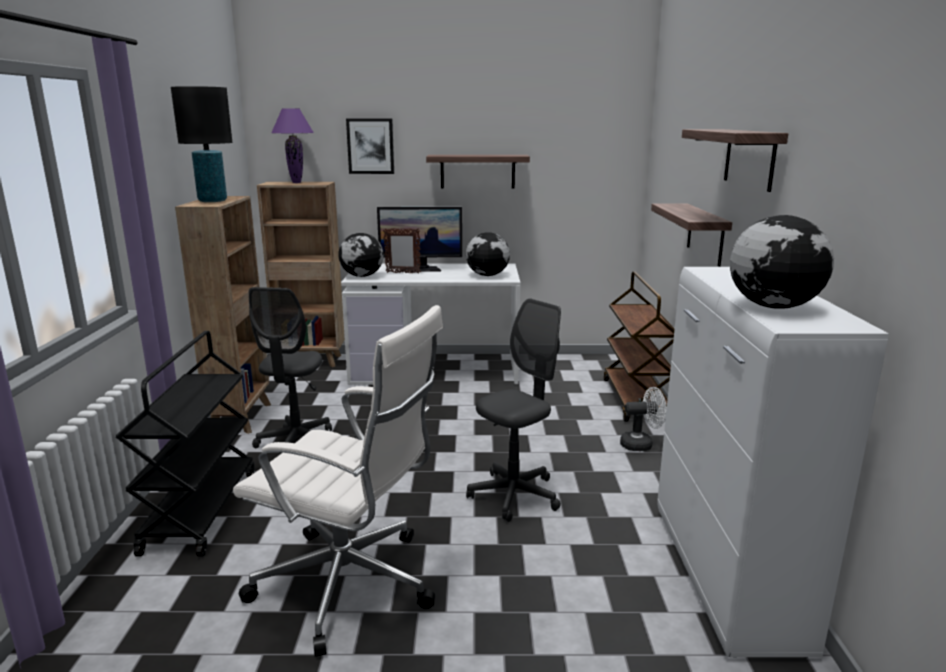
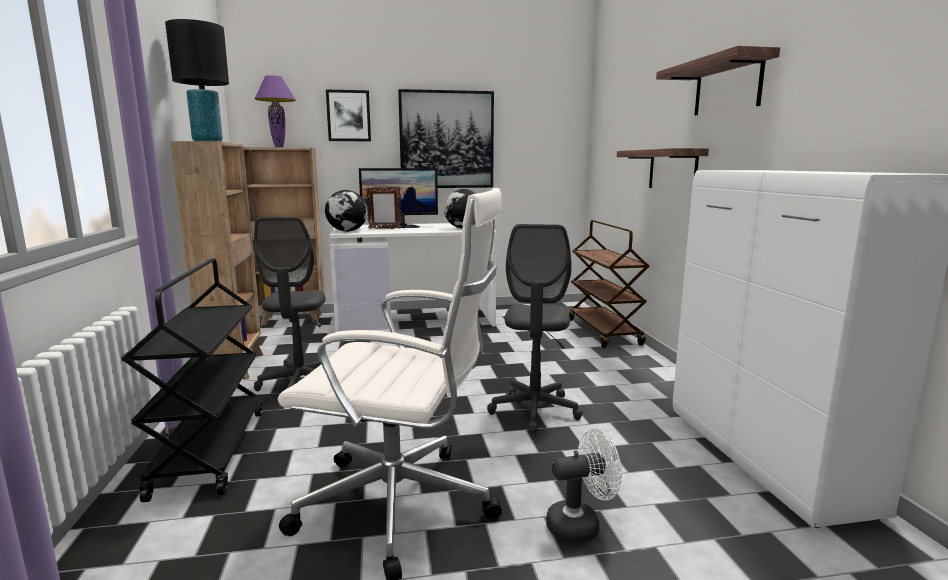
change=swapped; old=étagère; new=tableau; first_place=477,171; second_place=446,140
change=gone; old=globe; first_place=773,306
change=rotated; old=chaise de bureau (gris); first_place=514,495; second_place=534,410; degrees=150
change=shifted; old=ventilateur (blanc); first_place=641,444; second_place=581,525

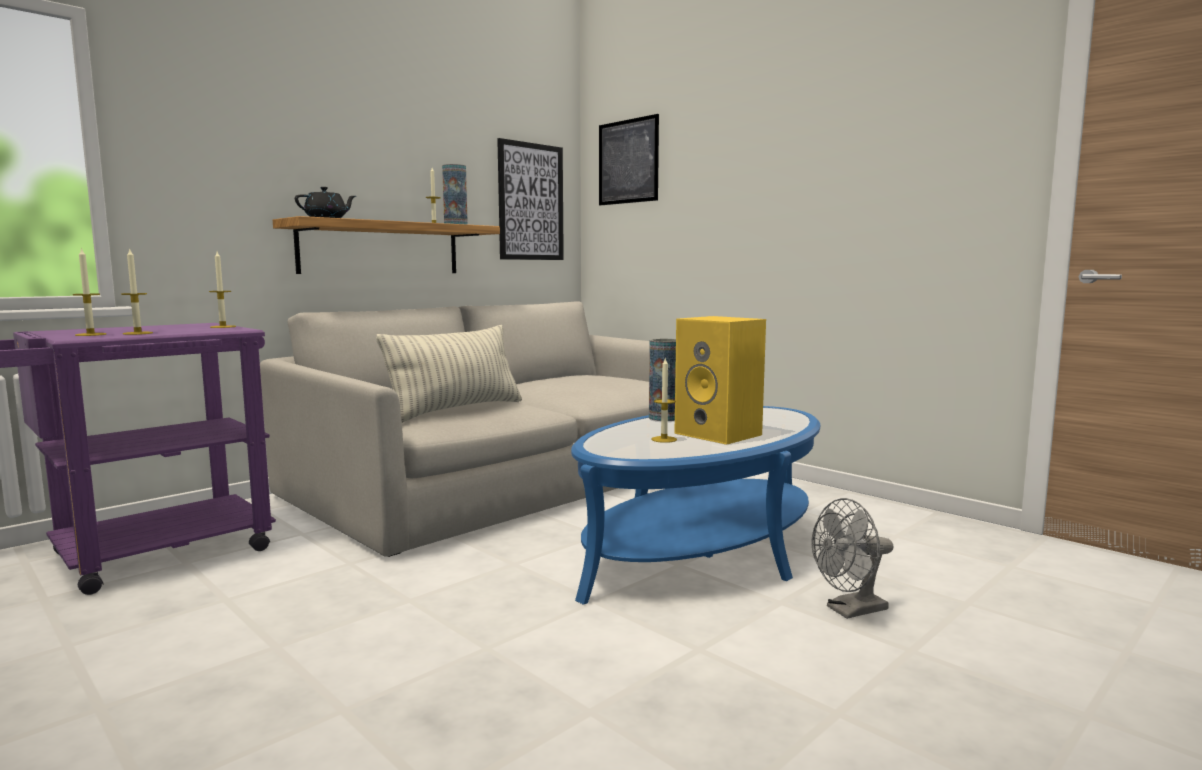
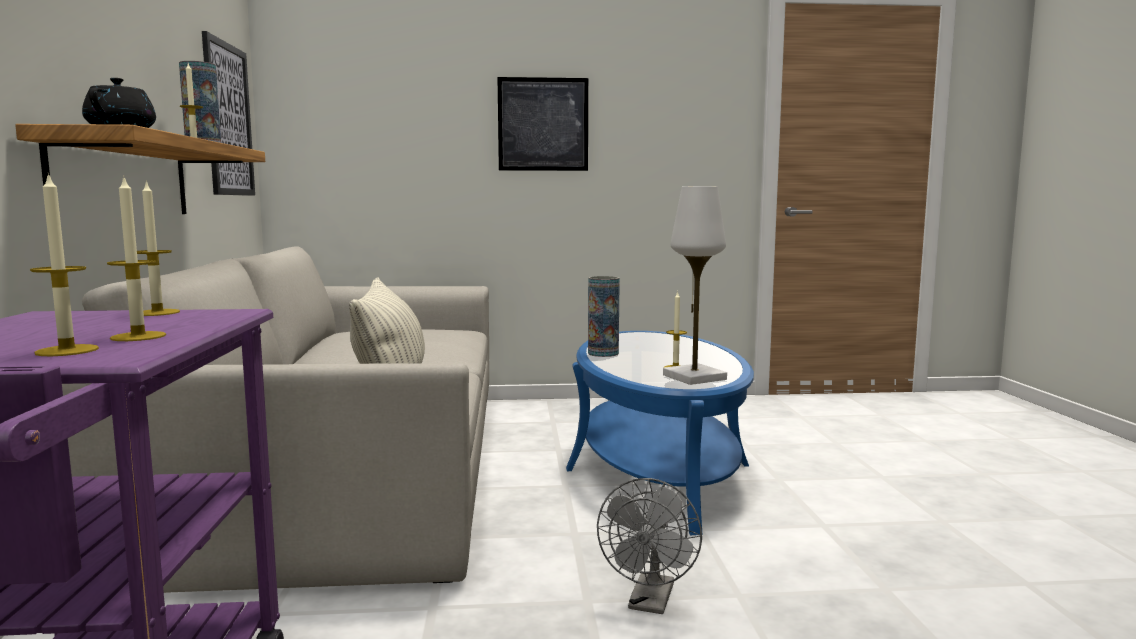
change=shifted; old=tableau; first_place=628,161; second_place=543,124
change=gone; old=enceinte (jaune); first_place=720,434
change=shifted; old=ventilateur (gris); first_place=850,611; second_place=650,603
change=new; new=lampe de table (blanc); second_place=694,377

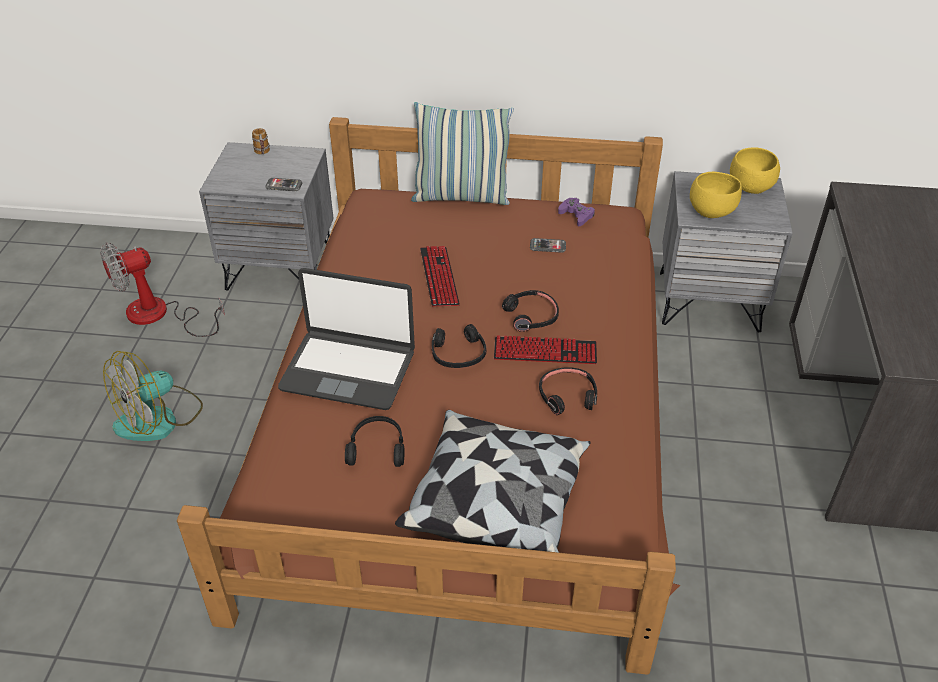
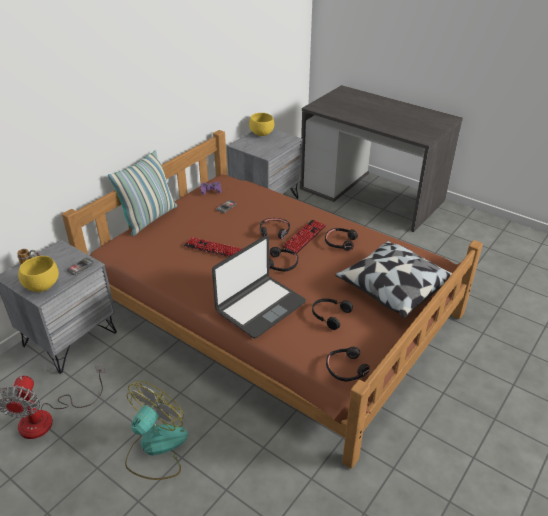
change=shifted; old=bol (jaune); first_place=711,212; second_place=41,286
change=rotated; old=ventilateur; first_place=159,418; second_place=156,448; degrees=-135
change=new; new=casque audio (noir); second_place=346,369

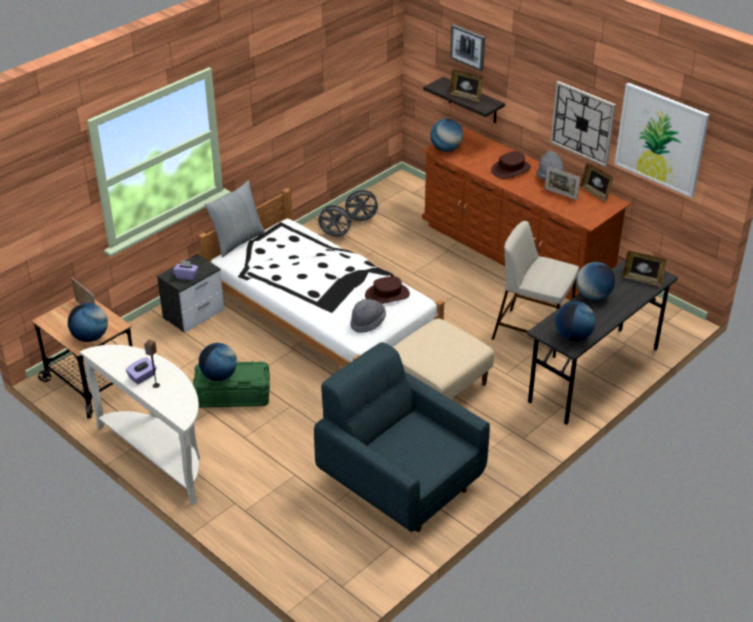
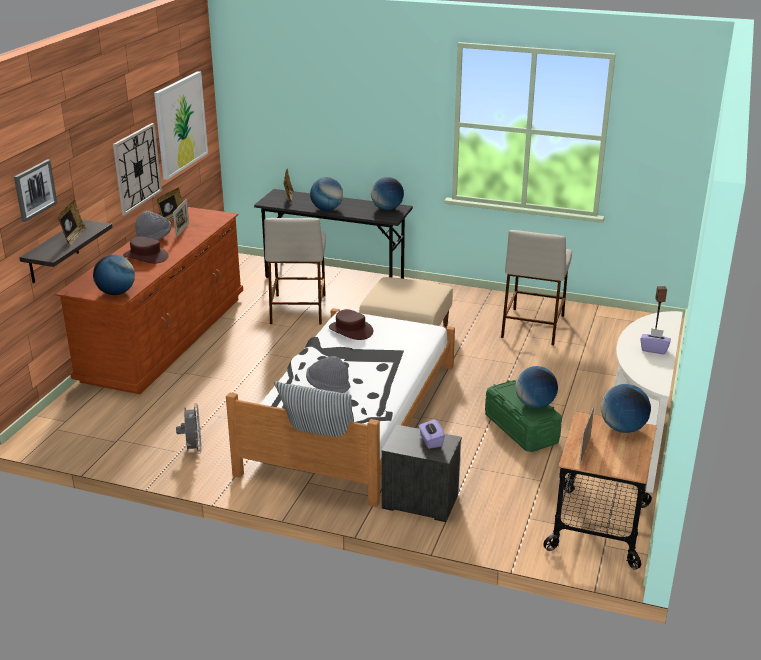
change=gone; old=ventilateur (gris); first_place=361,220
change=shifted; old=chapeau (gris); first_place=368,323; second_place=328,386
change=swapped; old=fauteuil (bleu); new=tabouret (beige); first_place=399,482; second_place=532,326

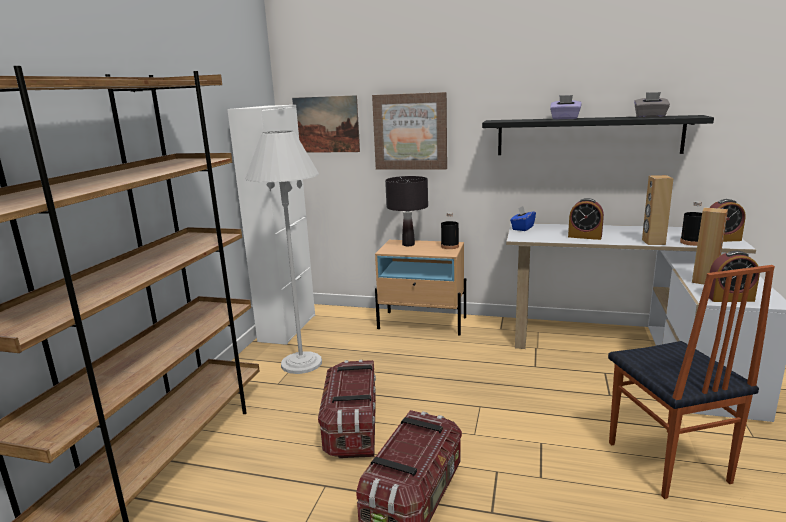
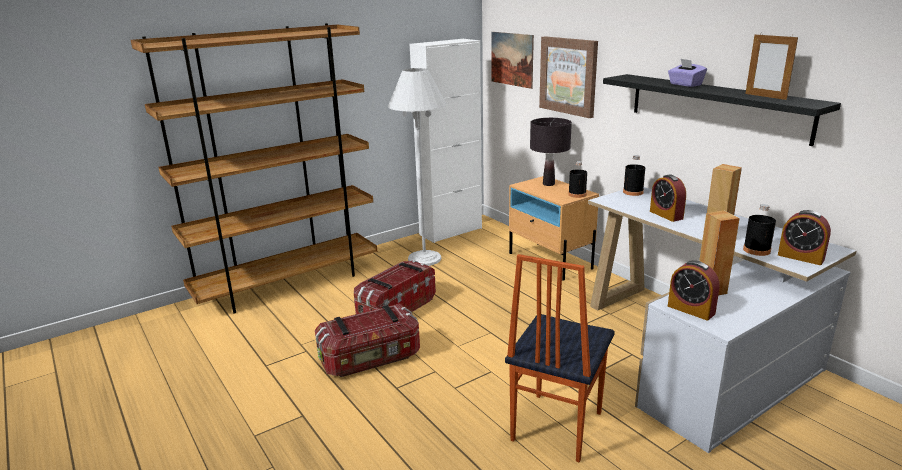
change=swapped; old=boîte à mouchoirs (gris); new=cadre photo; first_place=650,117; second_place=765,96
change=swapped; old=boîte à mouchoirs (bleu); new=bouteille (noir); first_place=522,228; second_place=633,192

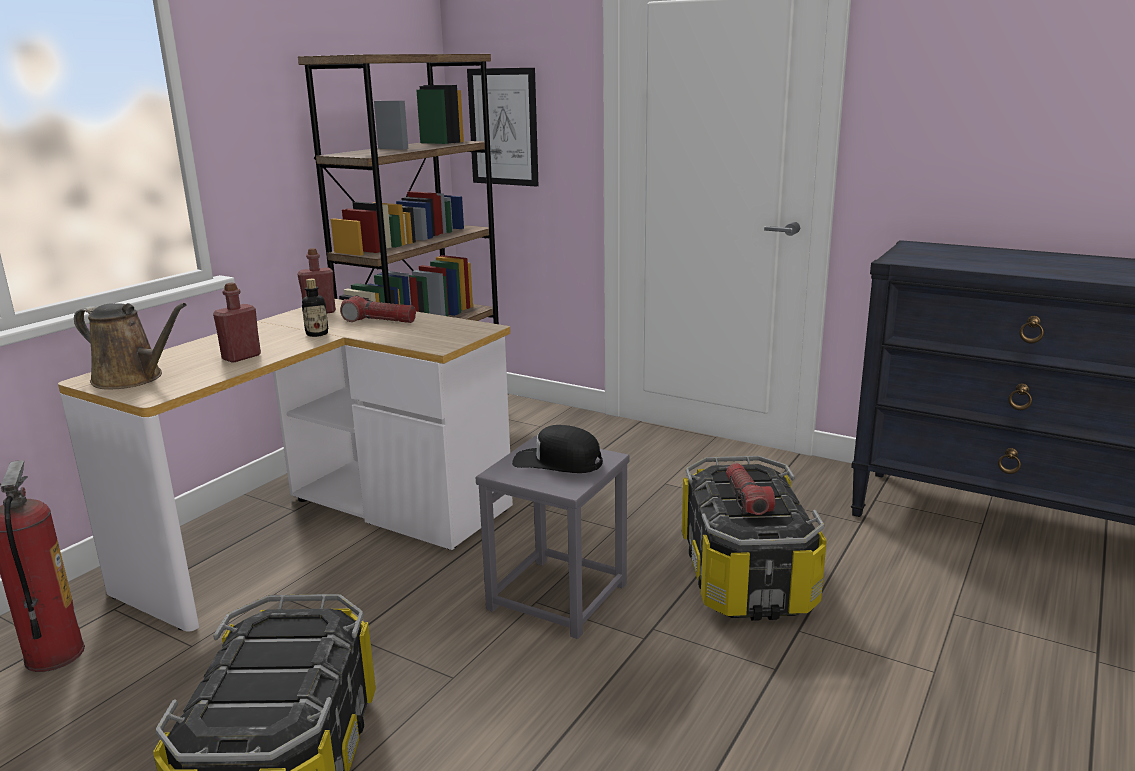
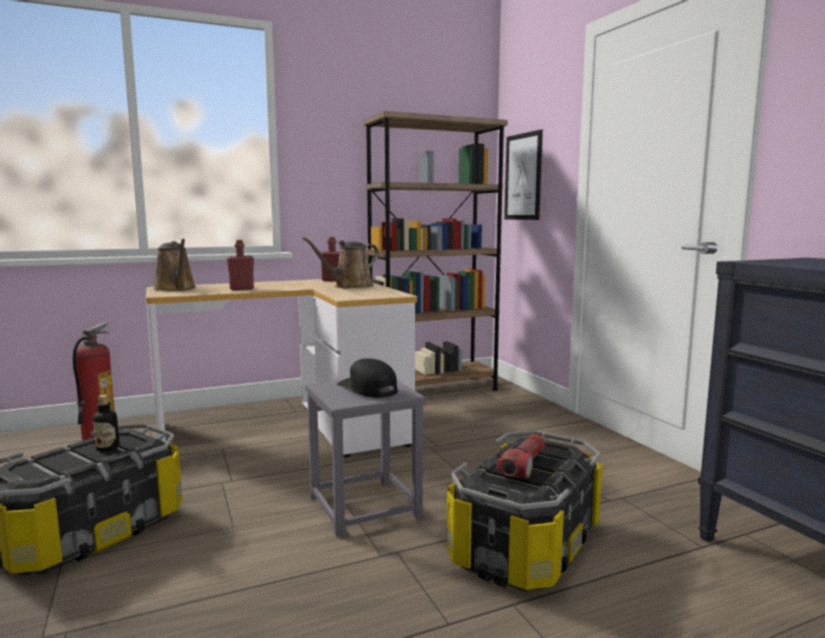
change=shifted; old=bouteille; first_place=317,334; second_place=108,448
change=swapped; old=lampe de poche; new=arrosoir (marron); first_place=379,321; second_place=350,286

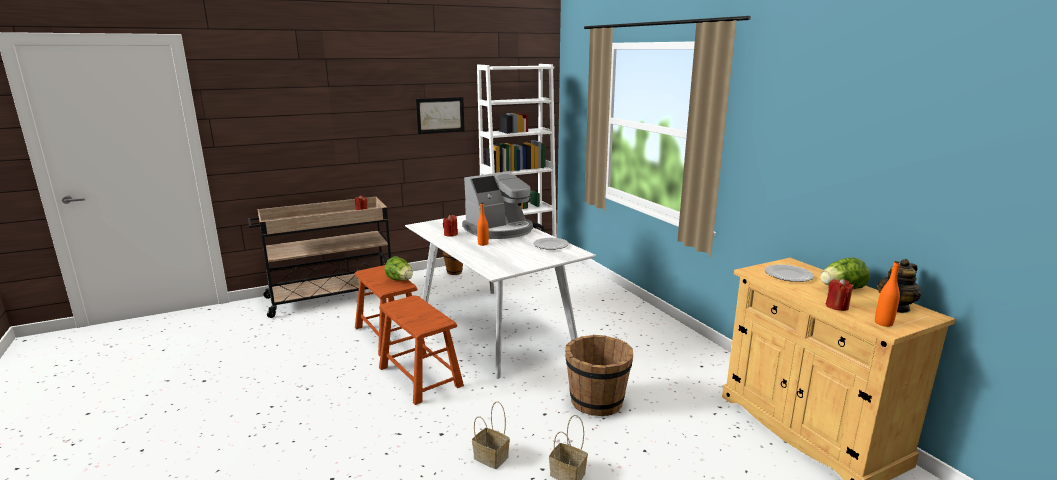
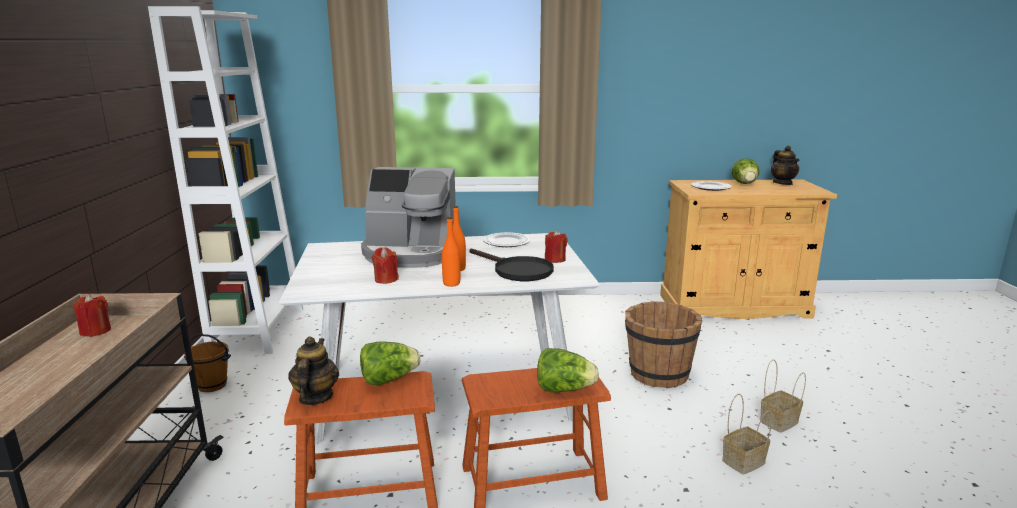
change=gone; old=tableau; first_place=440,115
change=rotated; old=machine à café; first_place=500,230; second_place=410,253; degrees=105
change=shifted; old=bouteille (orange); first_place=883,323; second_place=451,283
change=shifted; old=bougie (rouge); first_place=837,306; second_place=555,259
change=new; new=poêle (noir); second_place=516,270
change=new; new=théière; second_place=315,397
change=new; new=laitue; second_place=564,389

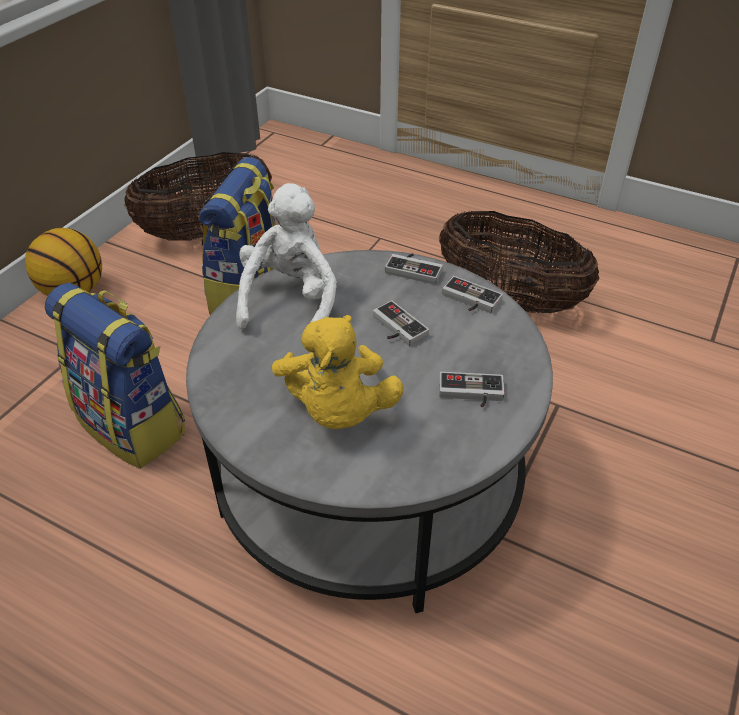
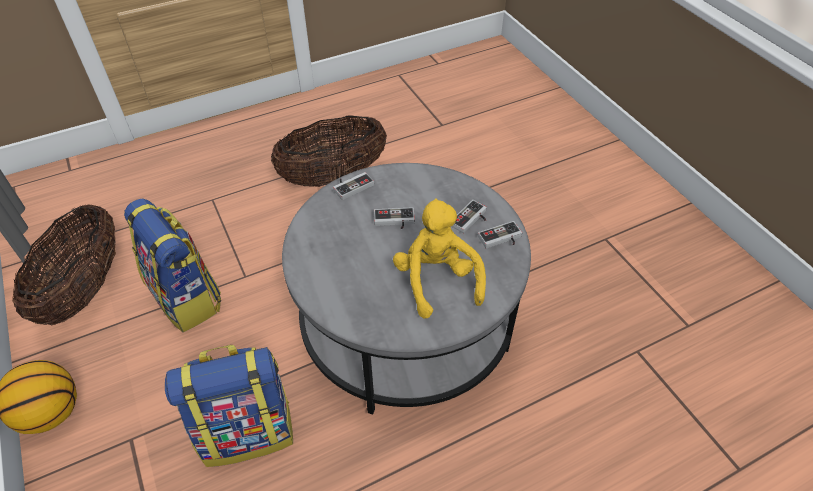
change=gone; old=peluche (blanc); first_place=290,300
change=shifted; old=manette; first_place=469,300; second_place=501,239
change=rotated; old=peluche (jaune); first_place=337,410; second_place=437,280; degrees=-135

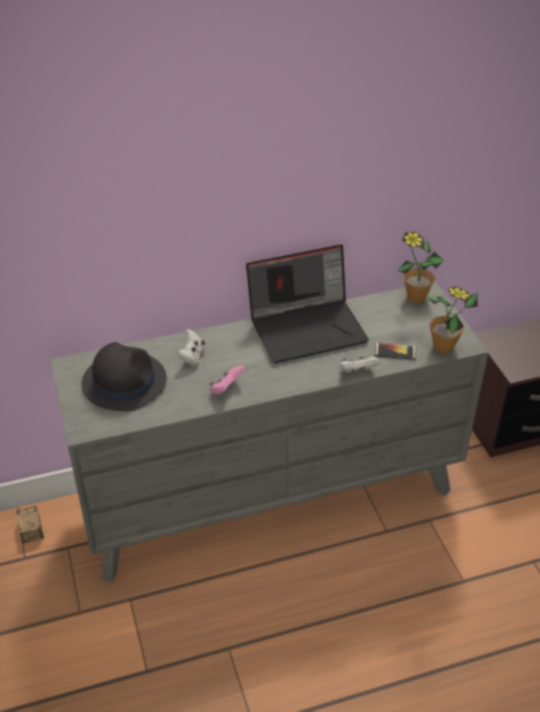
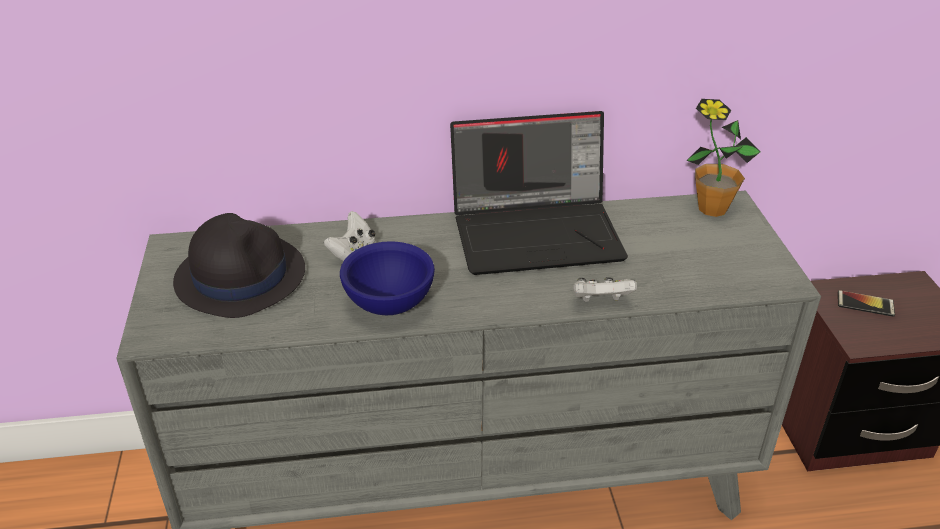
change=gone; old=plante en pot; first_place=443,347
change=shifted; old=téléphone; first_place=395,351; second_place=865,304
change=swapped; old=manette (rose); new=bol (bleu); first_place=227,388; second_place=389,303
change=gone; old=boîte de rangement; first_place=34,546

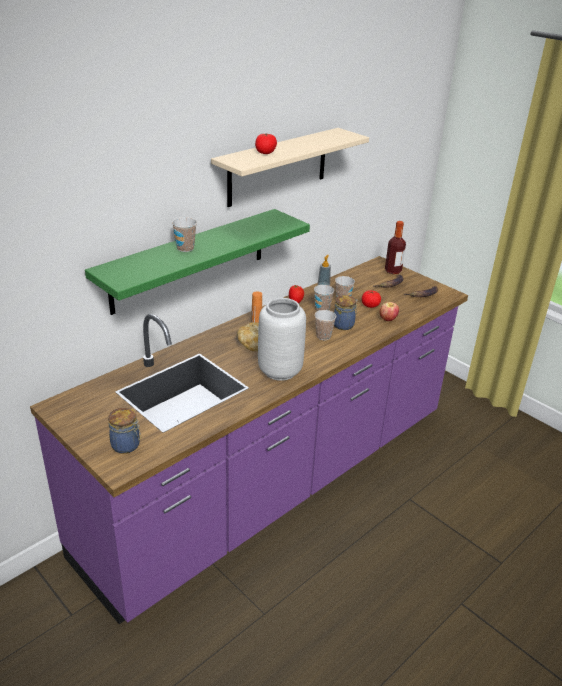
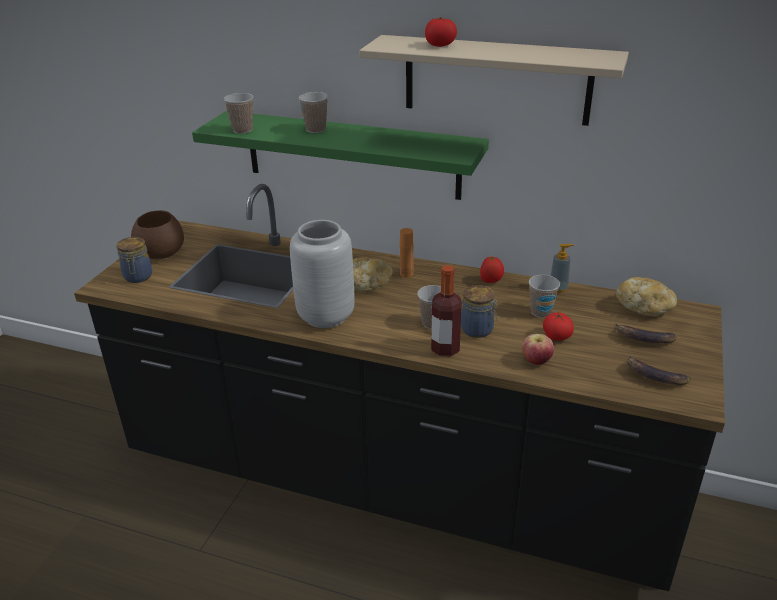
change=shifted; old=bouteille; first_place=393,271; second_place=445,349
change=repainted; old=comptoir de cuisine (violet); new=comptoir de cuisine (noir); first_place=274,483; second_place=392,482
change=shifted; old=tasse; first_place=322,310; second_place=242,130
change=new; new=bol (marron); second_place=161,252
change=new; new=pain; second_place=644,307

